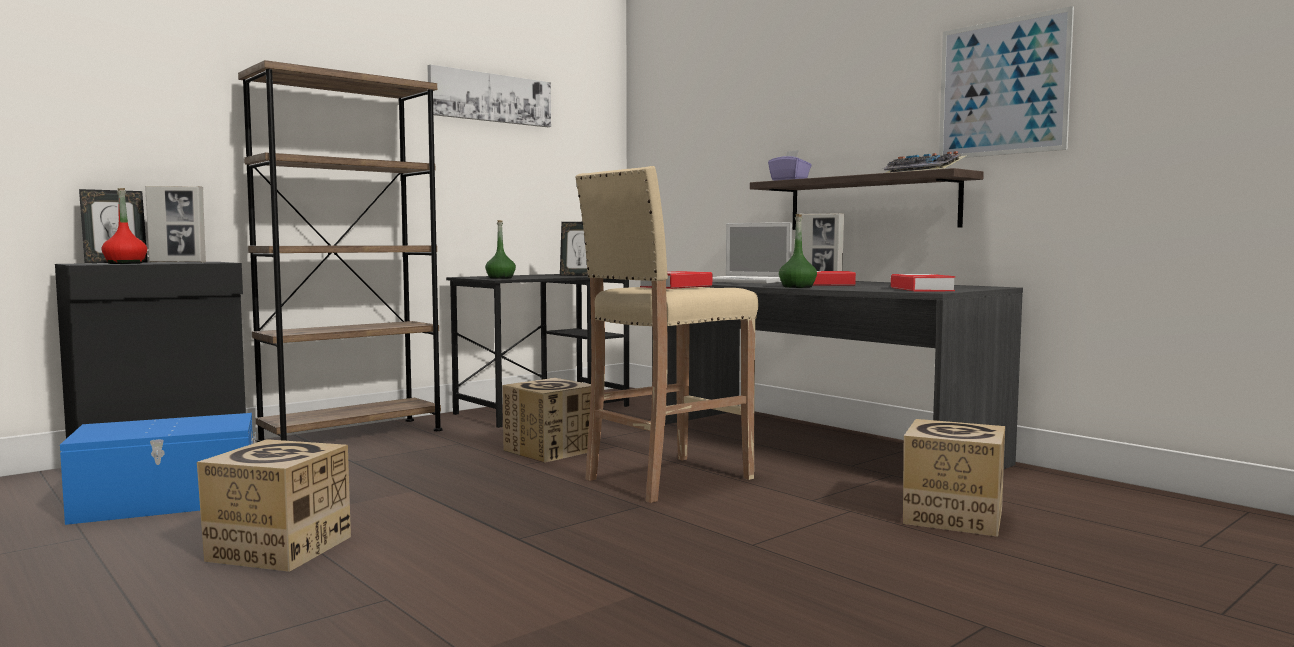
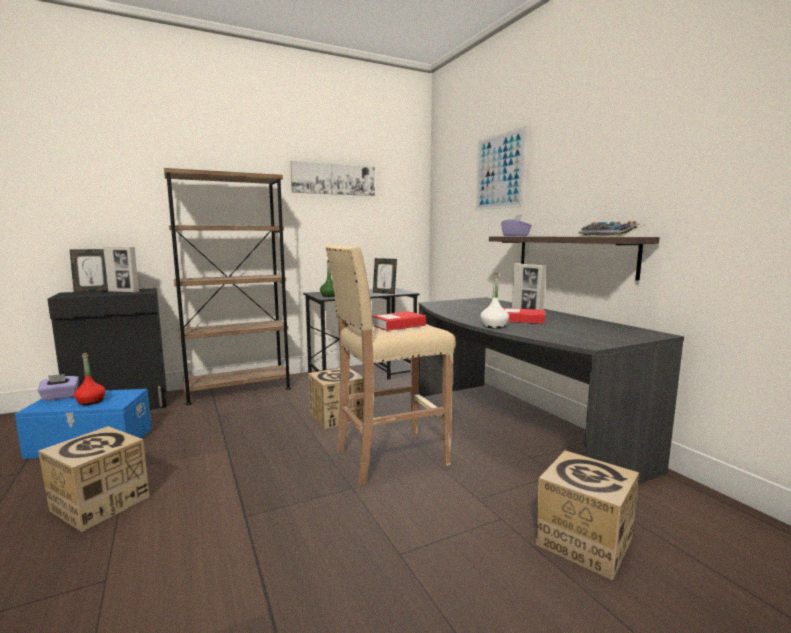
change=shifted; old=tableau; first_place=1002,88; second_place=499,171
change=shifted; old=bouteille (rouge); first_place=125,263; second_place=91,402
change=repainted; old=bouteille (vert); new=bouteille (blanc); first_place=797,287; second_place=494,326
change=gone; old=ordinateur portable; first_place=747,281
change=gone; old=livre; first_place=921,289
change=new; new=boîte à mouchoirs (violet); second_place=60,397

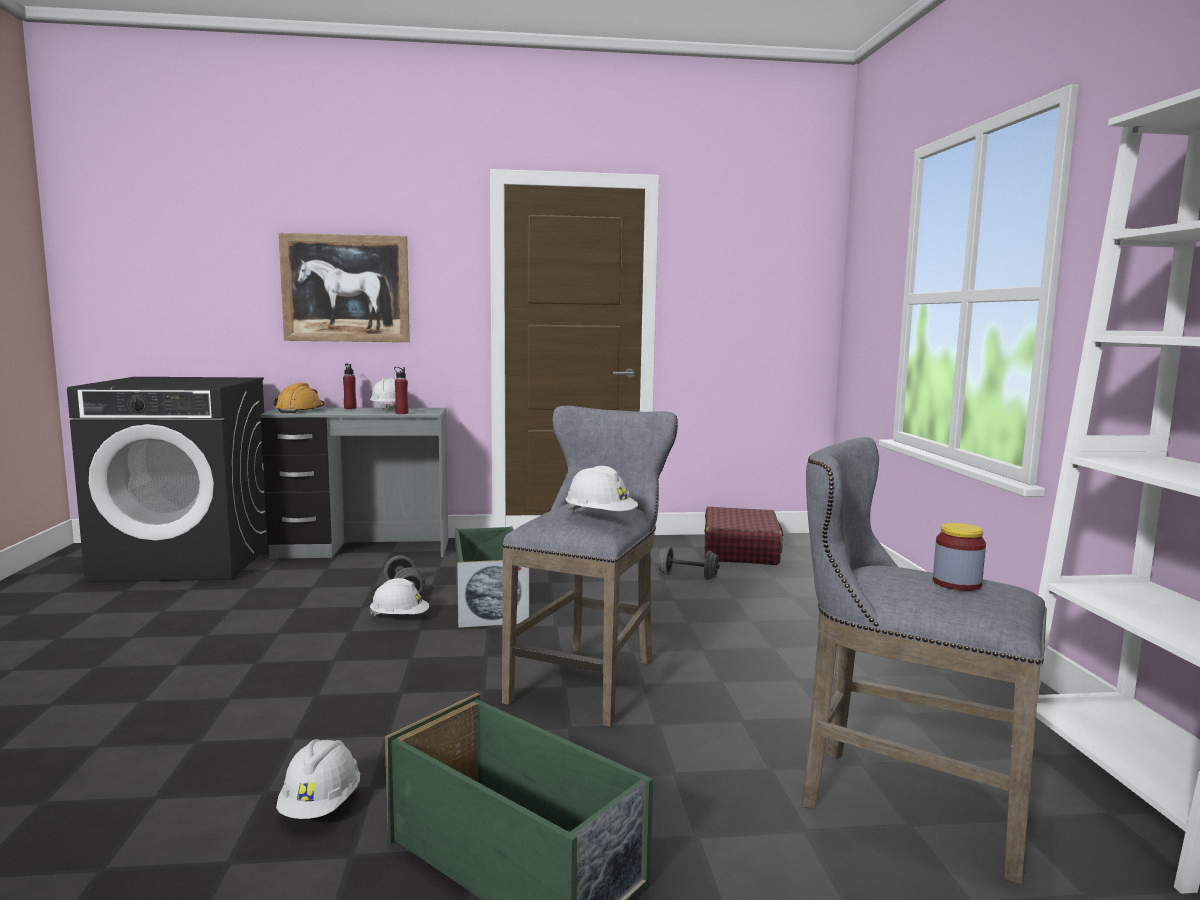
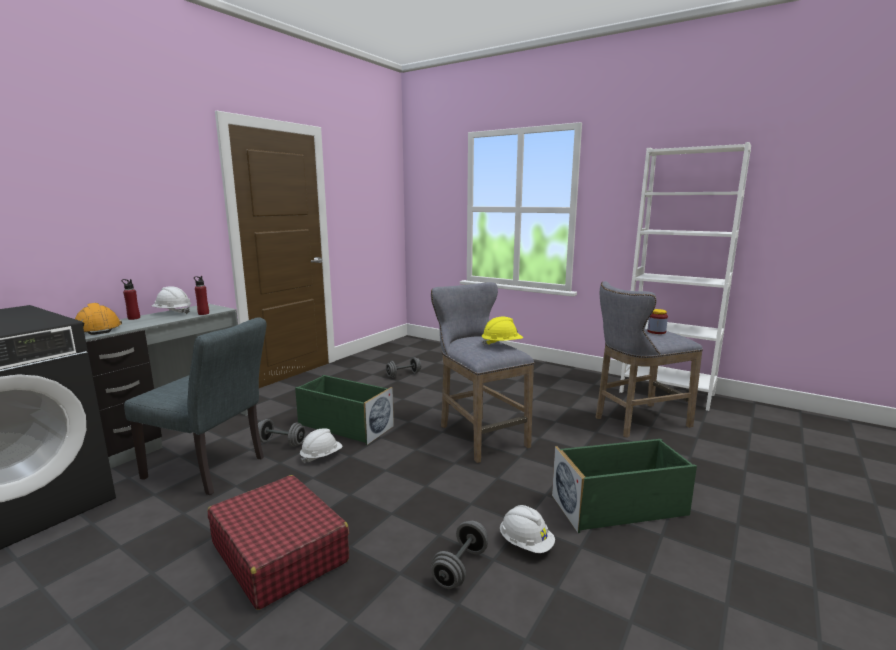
change=gone; old=tableau; first_place=346,288
change=repainted; old=casque de chantier (blanc); new=casque de chantier (jaune); first_place=600,517; second_place=501,344
change=shifted; old=valise (rouge); first_place=740,550; second_place=279,552
change=new; new=chaise (gris); second_place=212,469
change=new; new=haltère (gris); second_place=460,567

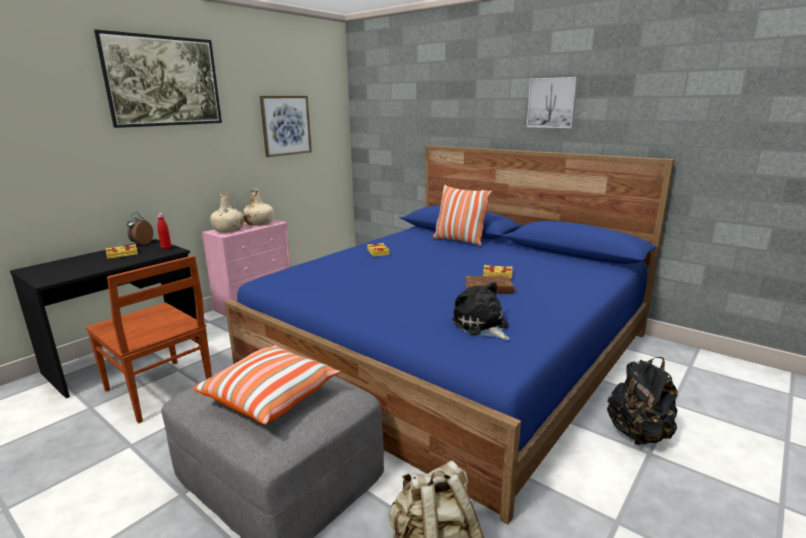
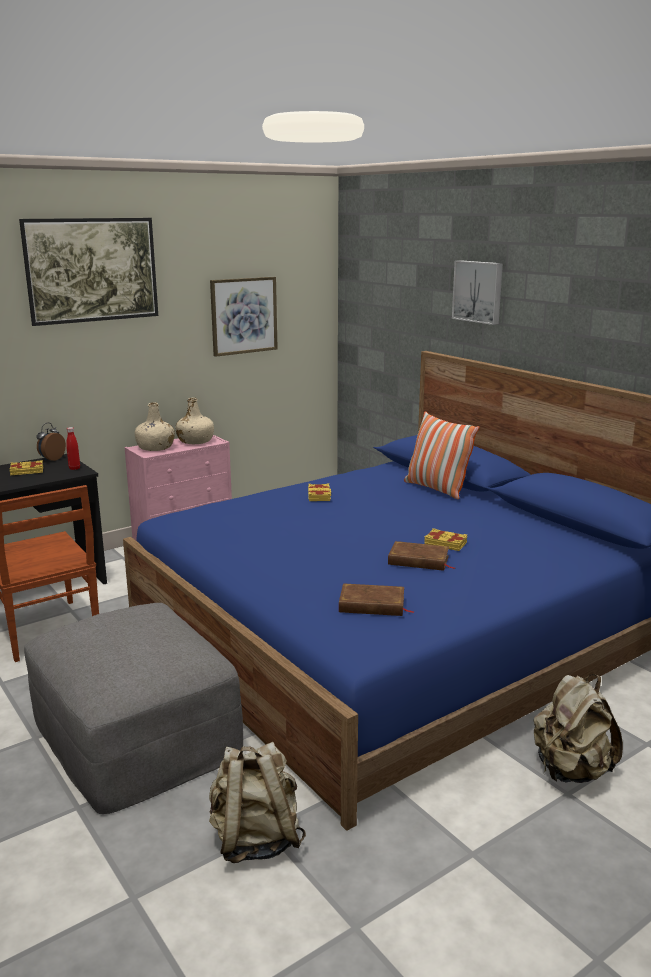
change=shifted; old=tableau; first_place=552,103; second_place=478,291
change=swapped; old=peluche; new=livre (marron); first_place=481,325; second_place=372,605
change=gone; old=coussin; first_place=271,396
change=repainted; old=sac à dos (noir); new=sac à dos (beige); first_place=638,434; second_place=571,770

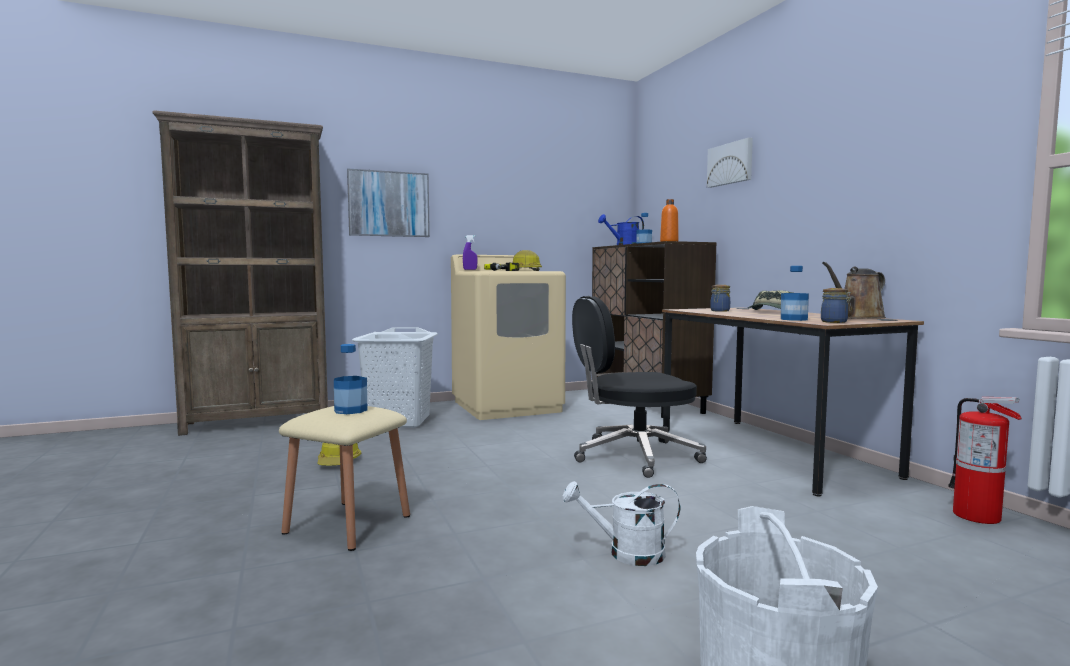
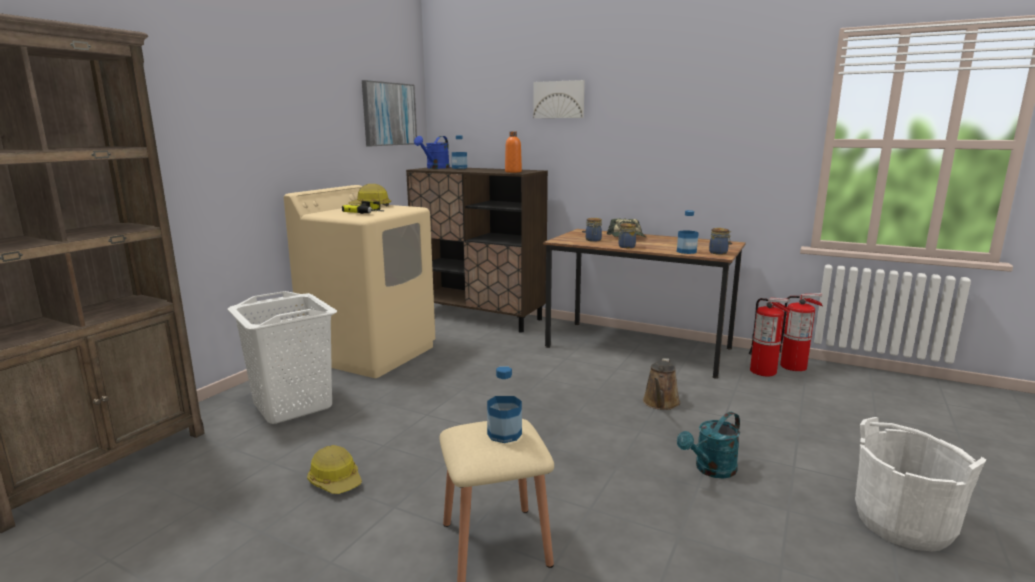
change=shifted; old=tableau; first_place=389,204; second_place=389,114
change=gone; old=vaporisateur (violet); first_place=470,269
change=shifted; old=arrosoir (marron); first_place=857,317; second_place=660,403
change=gone; old=chaise de bureau (noir); first_place=634,456
change=repainted; old=arrosoir (blanc); new=arrosoir (turquoise); first_place=626,553; second_place=711,470
change=new; new=bocal; second_place=626,247
change=new; new=extincteur; second_place=763,371

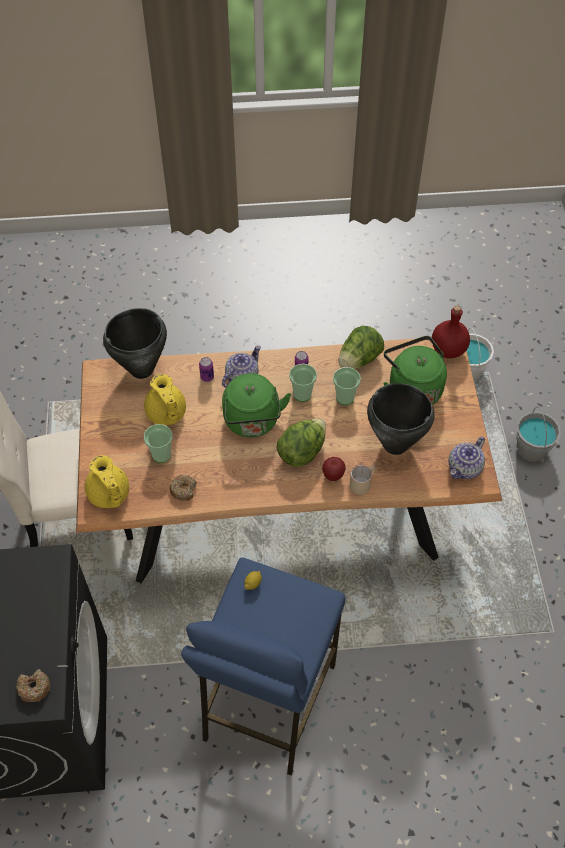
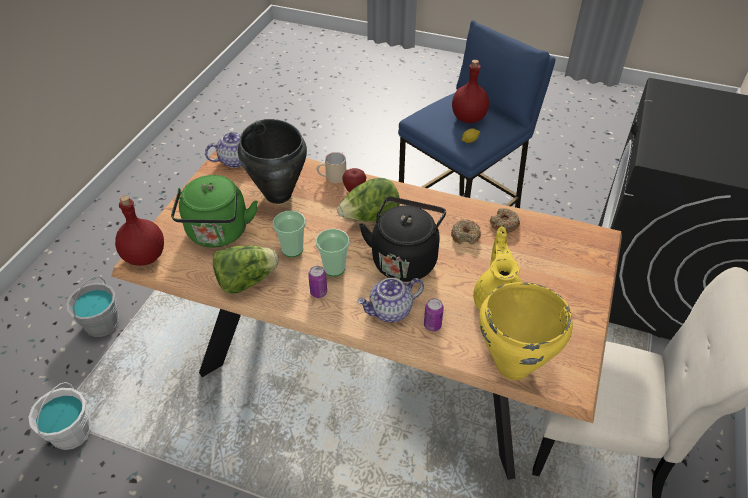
change=repainted; old=marmite (noir); new=marmite (jaune); first_place=142,369; second_place=512,365
change=repainted; old=bouilloire (vert); new=bouilloire (noir); first_place=252,422; second_place=404,259
change=gone; old=tasse; first_place=161,454
change=gone; old=théière (jaune); first_place=109,495
change=shifted; old=beignet; first_place=34,688; second_place=465,236
change=new; new=bouteille (rouge); second_place=467,118

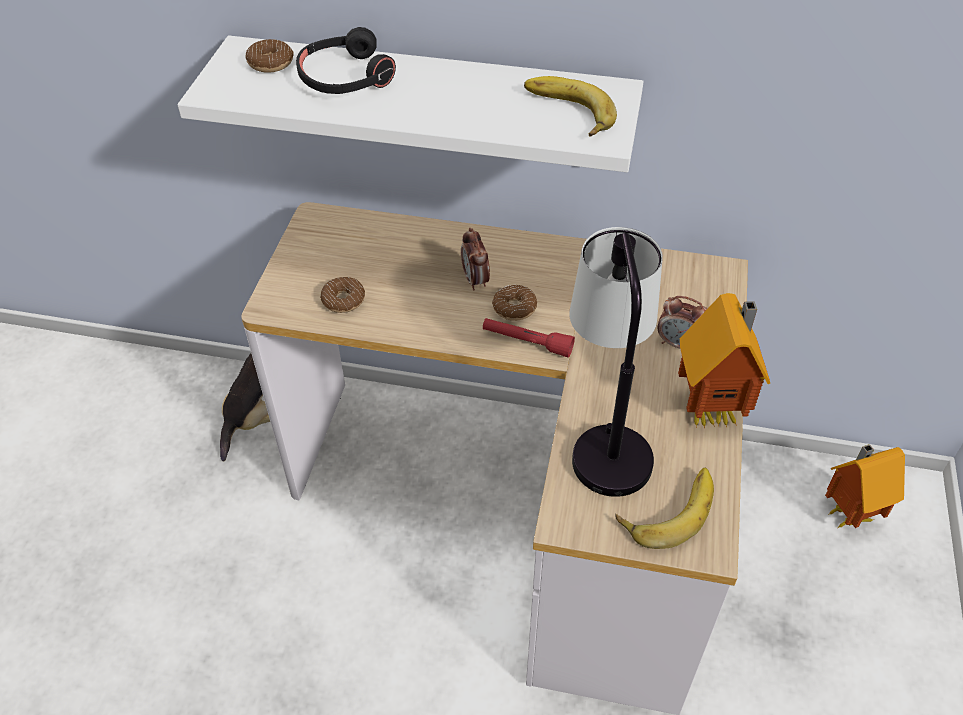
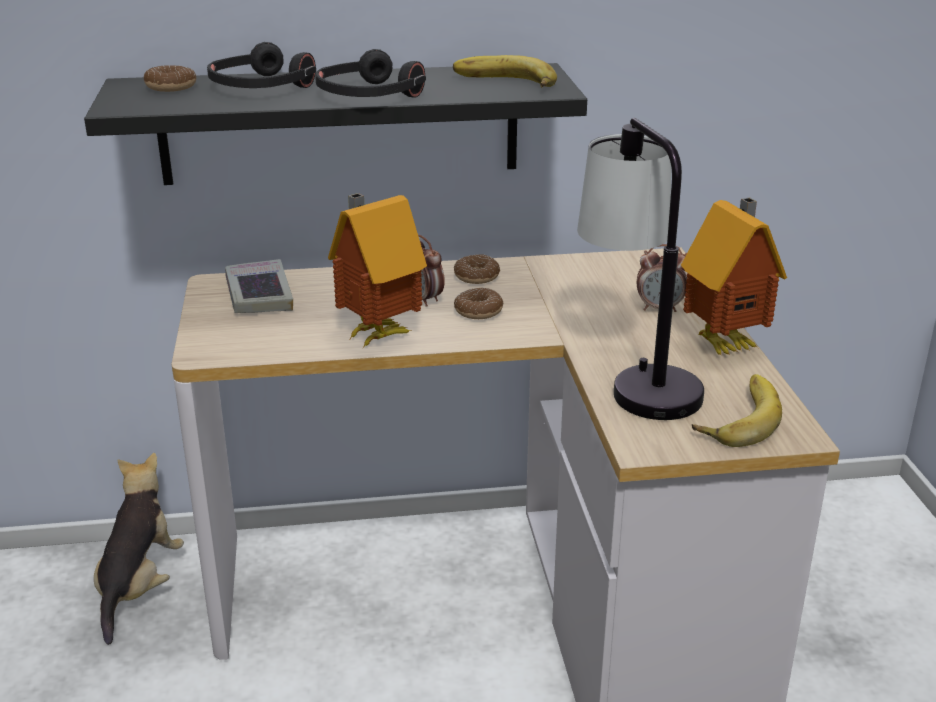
change=repainted; old=étagère (blanc); new=étagère (noir); first_place=431,102; second_place=340,124
change=shifted; old=beignet; first_place=343,300; second_place=476,276
change=gone; old=lampe de poche (rouge); first_place=527,342
change=shifted; old=maison miniature; first_place=847,513; second_place=376,334
change=new; new=casque audio (noir); second_place=368,95
change=new; new=livre; second_place=259,295

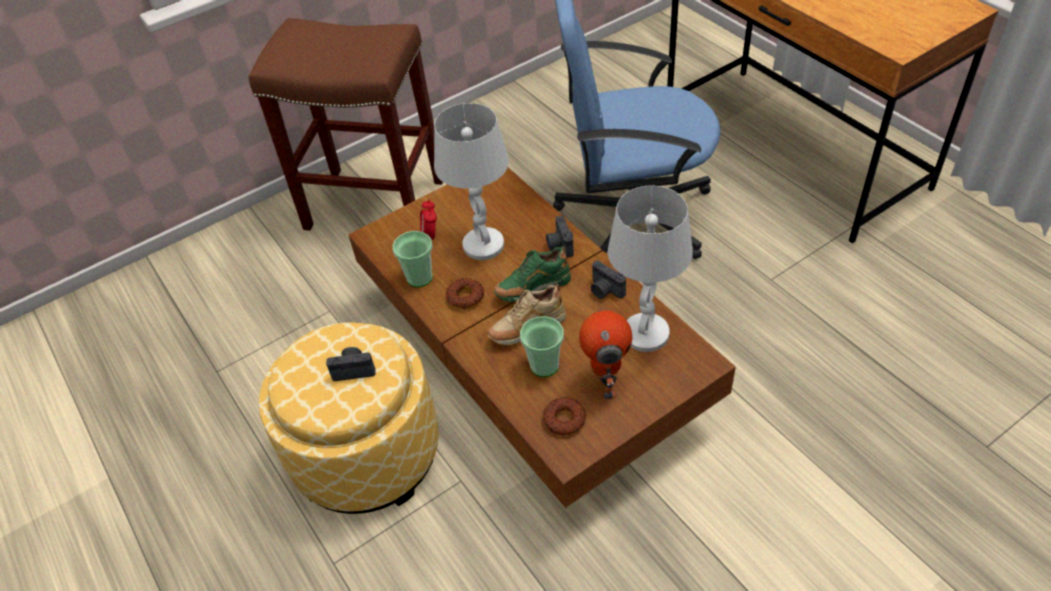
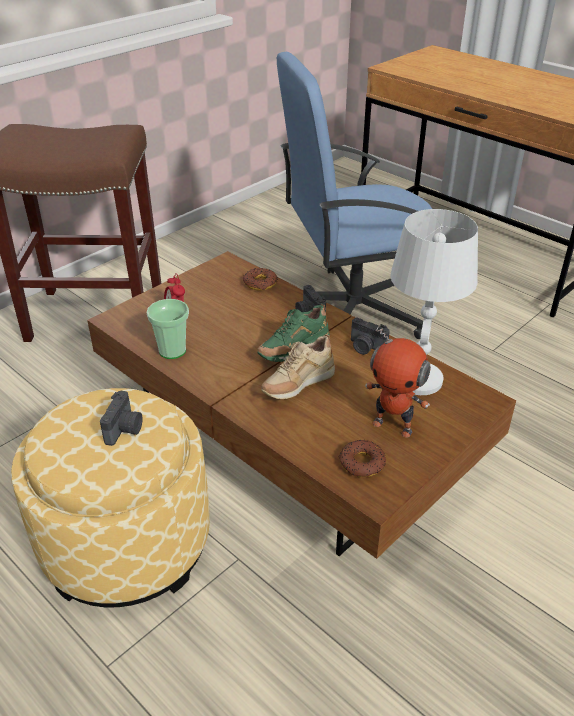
change=gone; old=lampe de table (blanc); first_place=483,245
change=shifted; old=beignet; first_place=465,297; second_place=260,283
change=rotated; old=robot jouet; first_place=605,383; second_place=393,426; degrees=135
change=gone; old=tasse; first_place=544,365
change=rotated; old=appareil photo; first_place=354,369; second_place=125,429; degrees=120

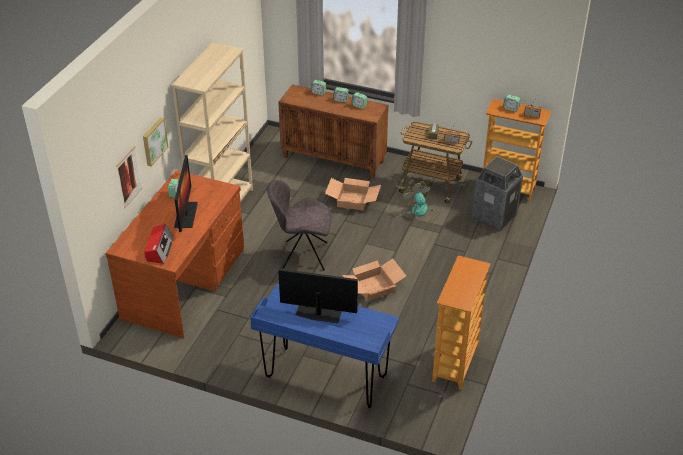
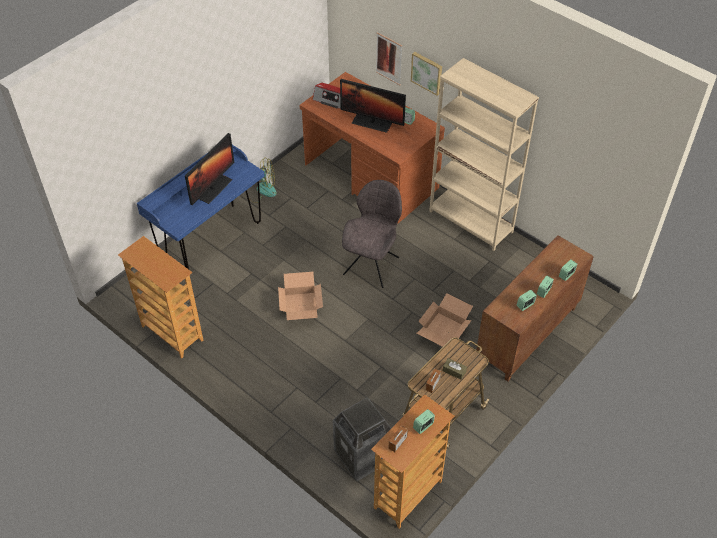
change=shifted; old=ventilateur; first_place=422,213; second_place=261,190

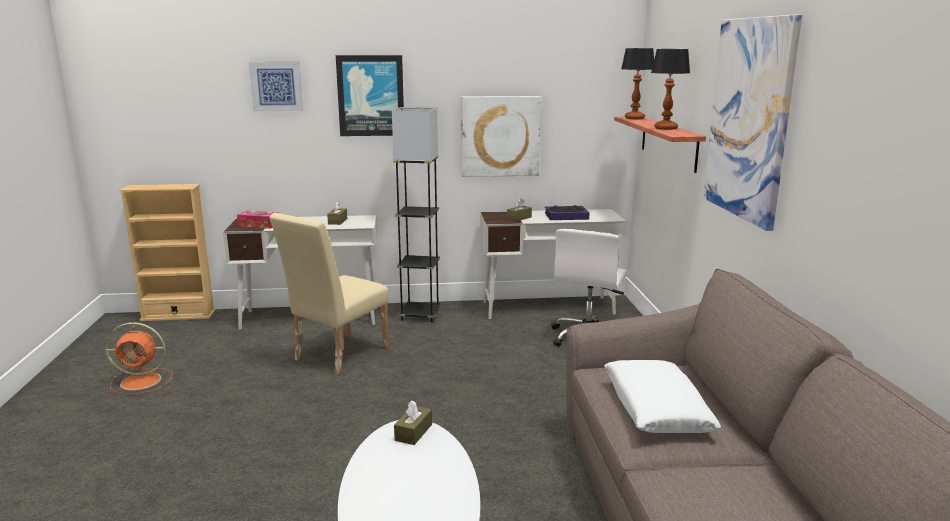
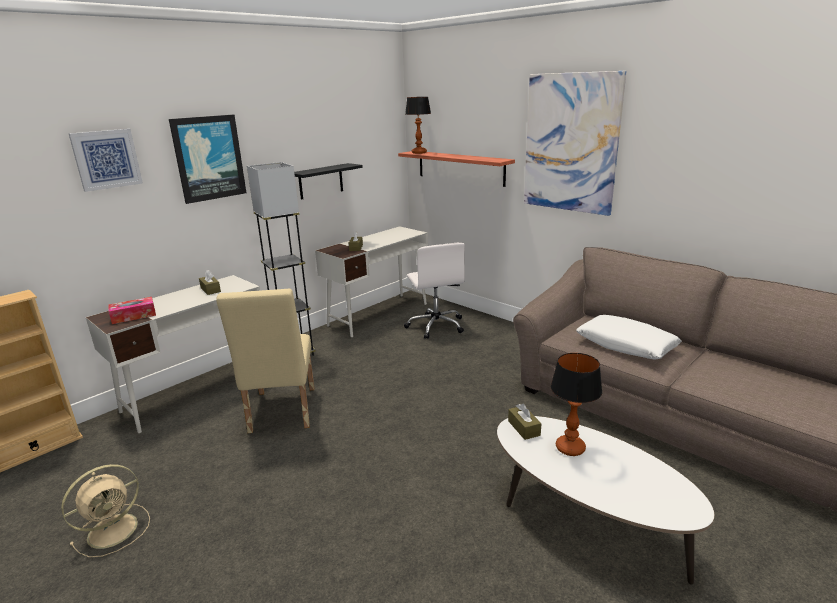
change=shifted; old=lampe de table; first_place=665,128; second_place=569,448
change=swapped; old=tableau; new=étagère (noir); first_place=500,136; second_place=321,181
change=gone; old=livre; first_place=566,216
change=repainted; old=ventilateur (orange); new=ventilateur (beige); first_place=143,381; second_place=115,529

